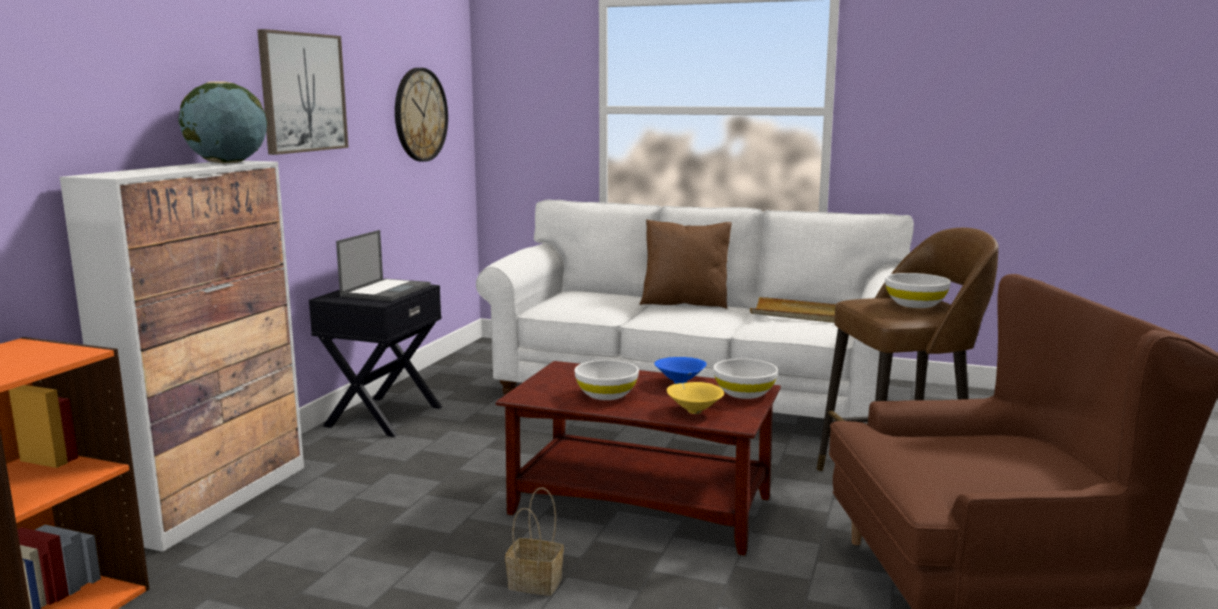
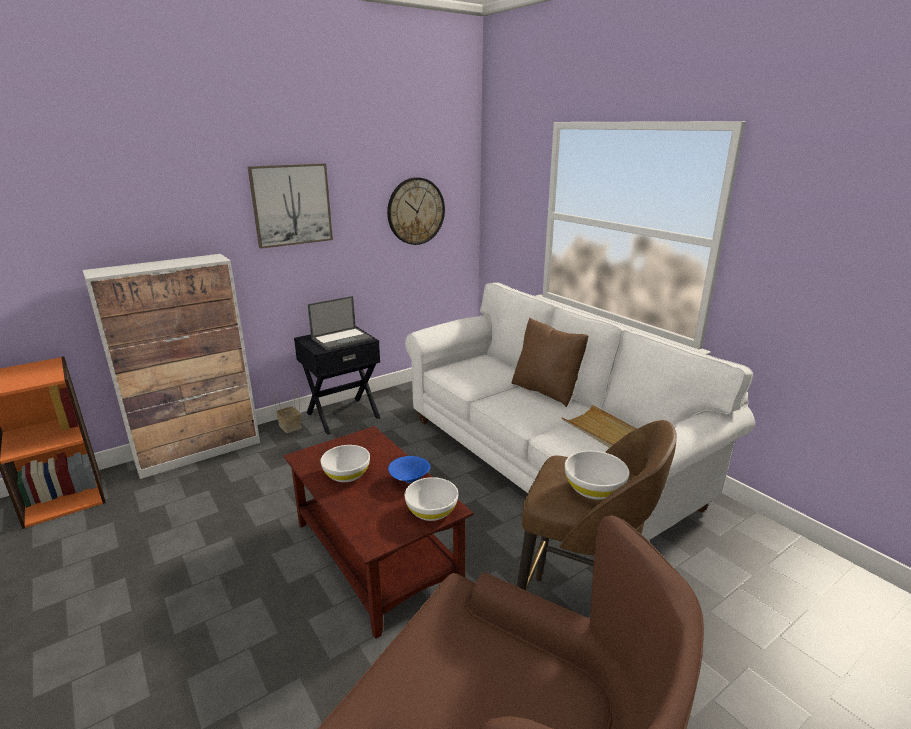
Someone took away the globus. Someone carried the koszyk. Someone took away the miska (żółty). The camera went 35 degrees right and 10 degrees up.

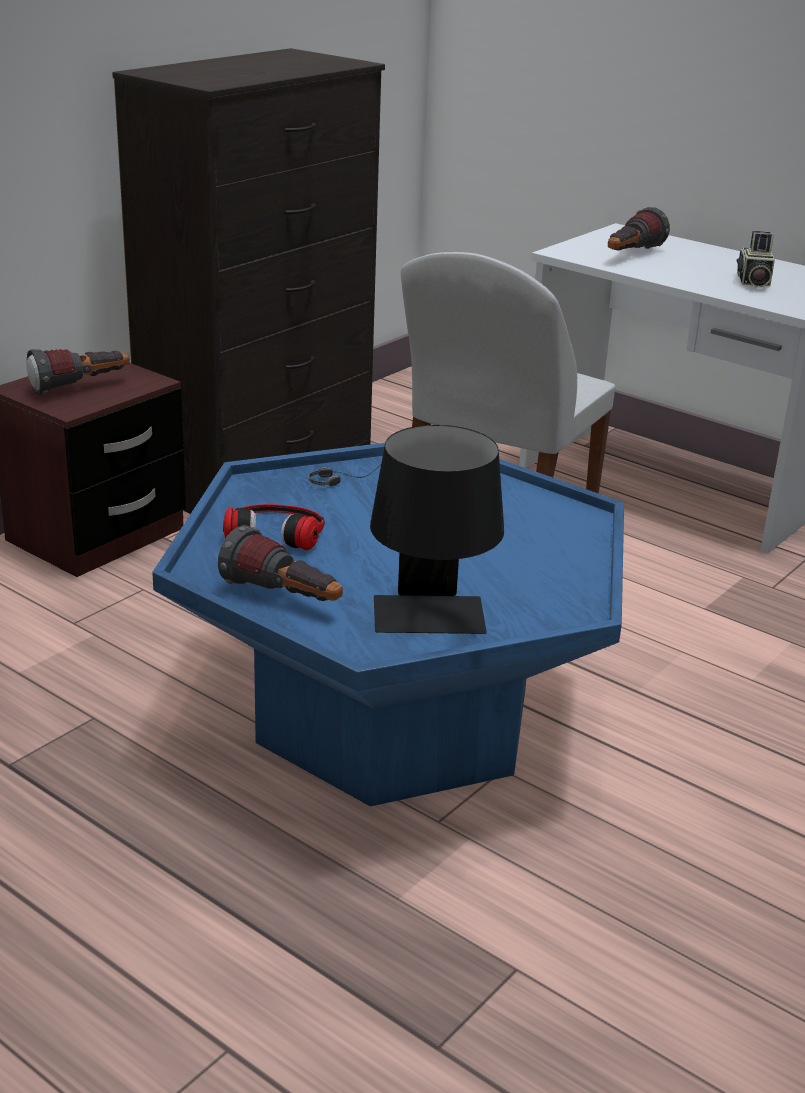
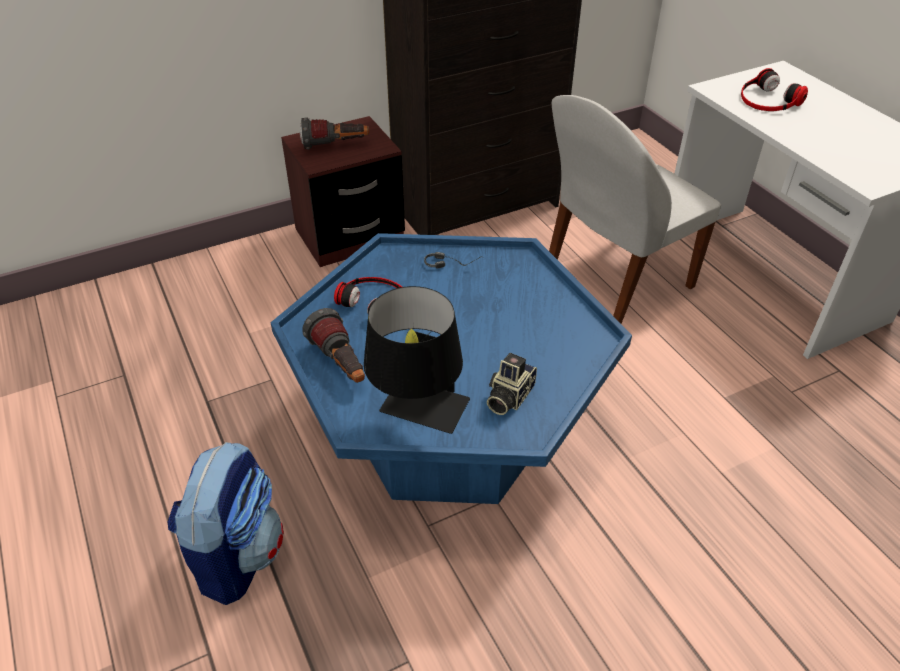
Someone swapped the latarka (no. 3 from left) for the słuchawki (no. 3 from left). Someone carried the aparat fotograficzny. Someone put down the plecak. The camera went 25 degrees right and 15 degrees up.

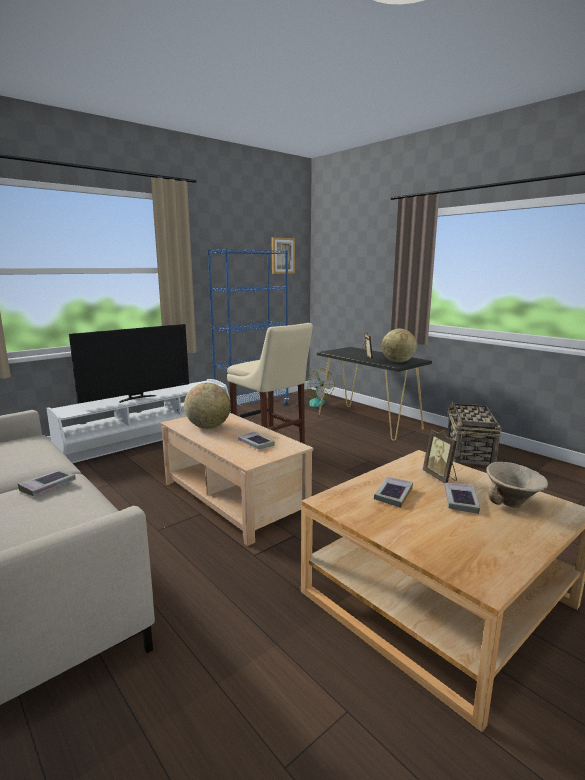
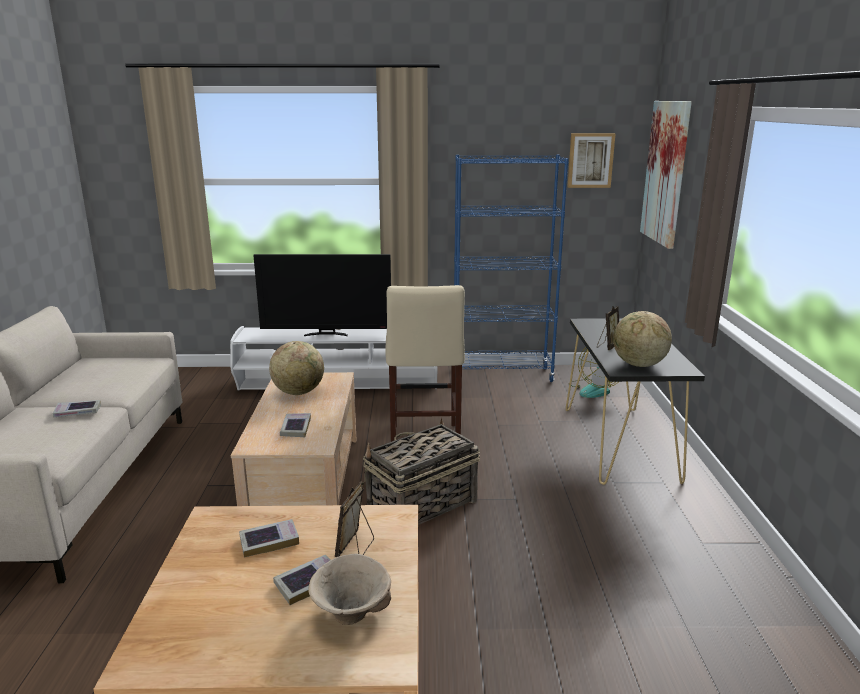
Someone carried the koszyk. Someone put up the obraz (no. 2 from left). The camera went 40 degrees right and 5 degrees up.

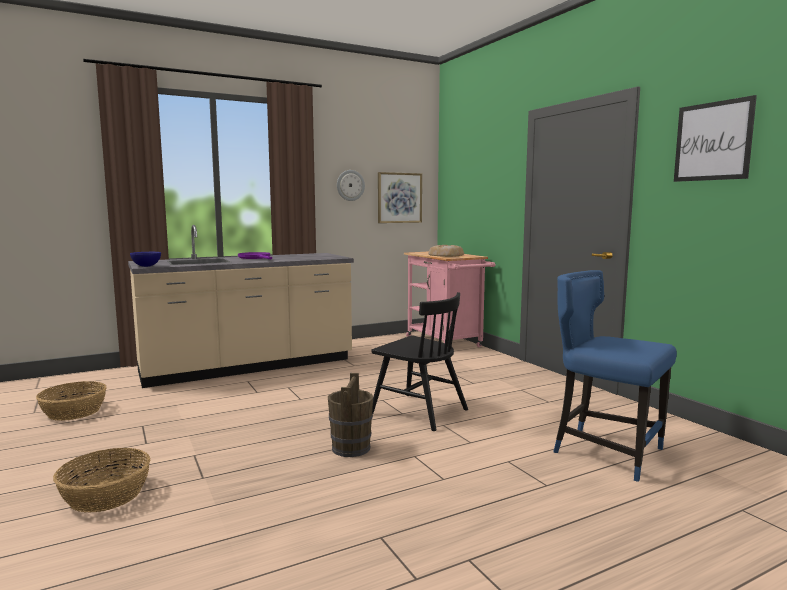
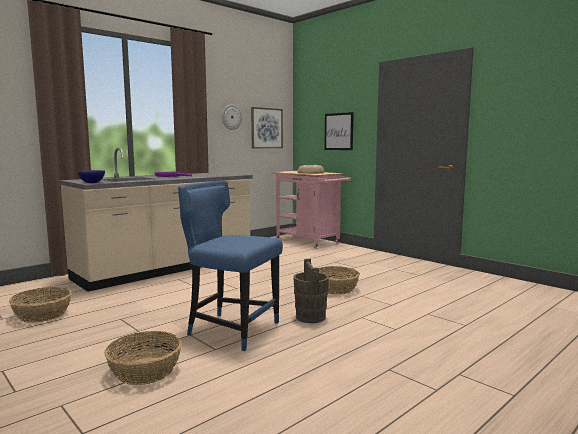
Someone swapped the krzesło (czarny) for the koszyk (no. 3 from left). Someone carried the krzesło (niebieski). Someone carried the obraz (no. 2 from left). The camera went 15 degrees left and 0 degrees up.

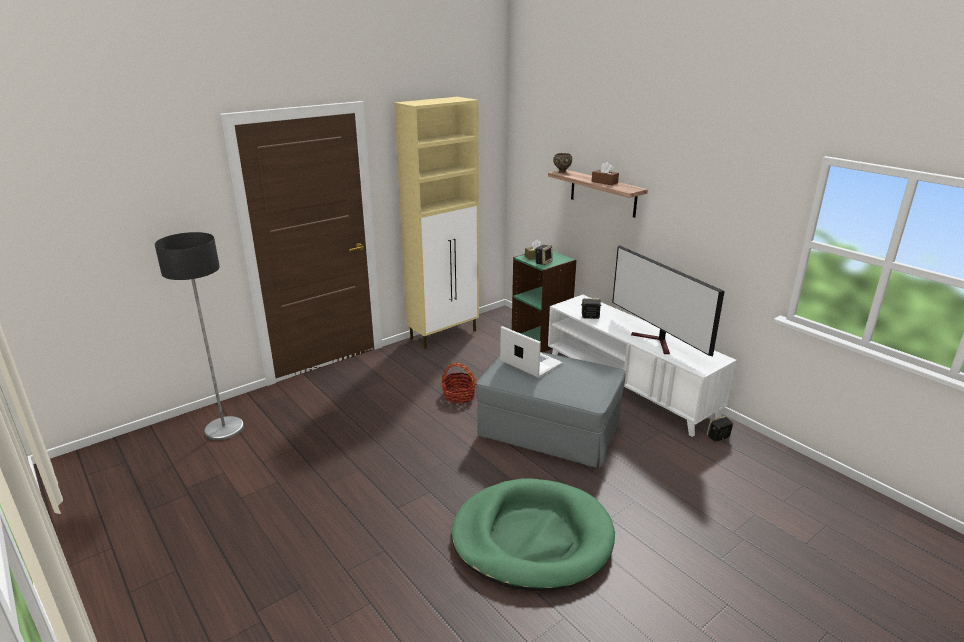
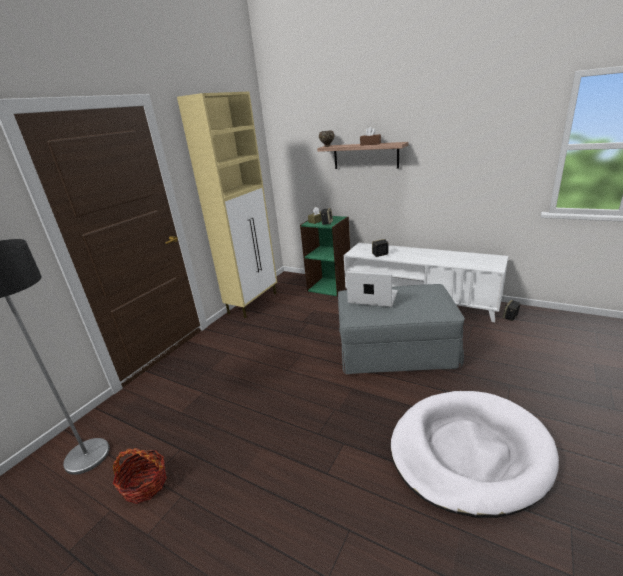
Someone carried the koszyk. Someone repainted the legowisko (zielony), which became the legowisko (biały). Someone took away the telewizor. The camera went 20 degrees left and 0 degrees up.

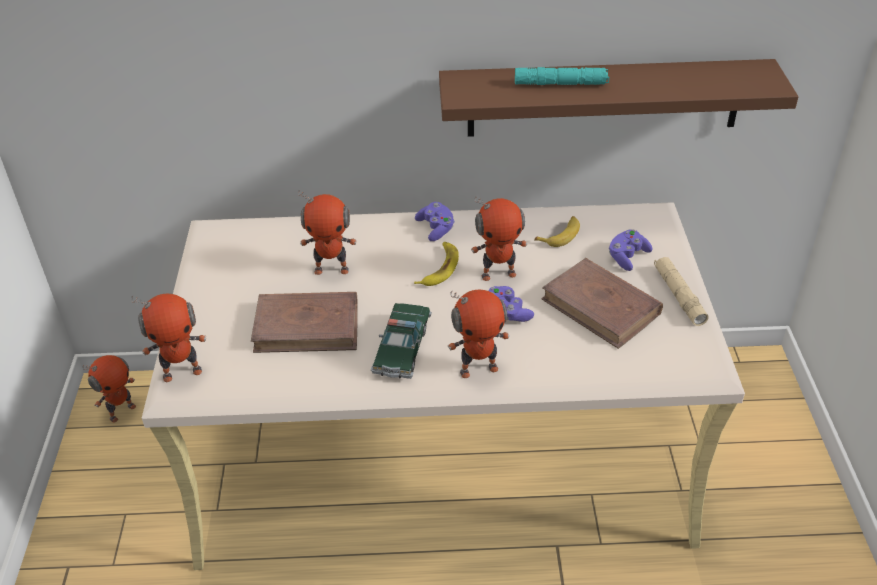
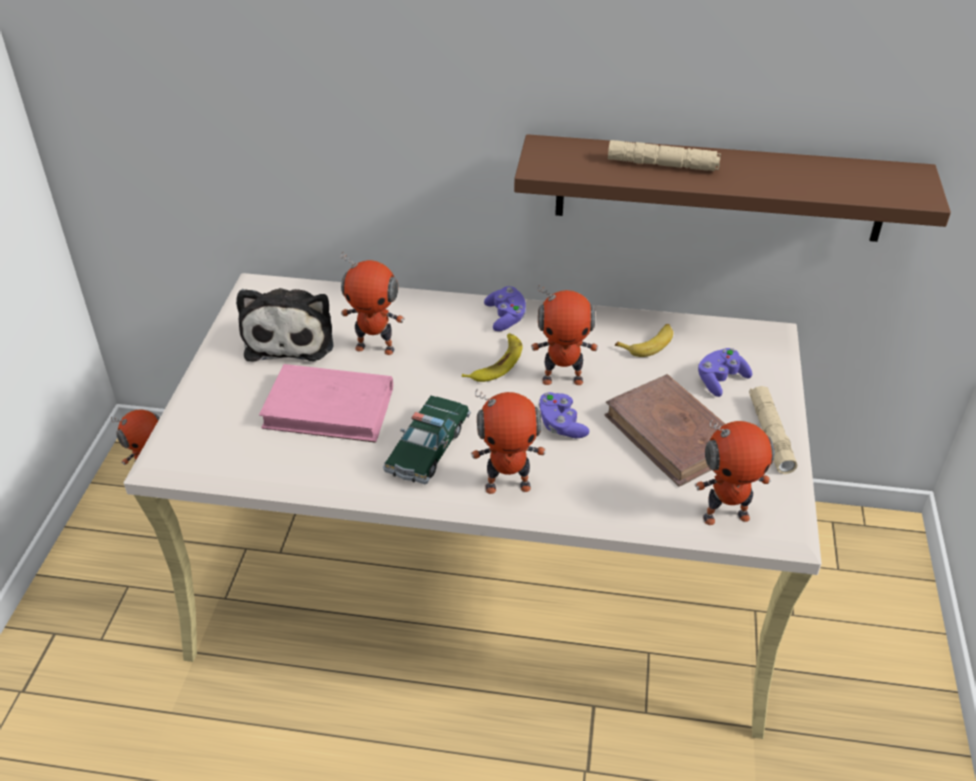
Someone carried the robot zabawkowy (no. 2 from left in the first image). Someone repainted the książka (brązowy) (no. 1 from left), which became the książka (różowy). Someone repainted the latarka (turkusowy), which became the latarka (beżowy) (no. 1 from left). Someone put down the pluszak. The camera went 10 degrees right and 0 degrees up.

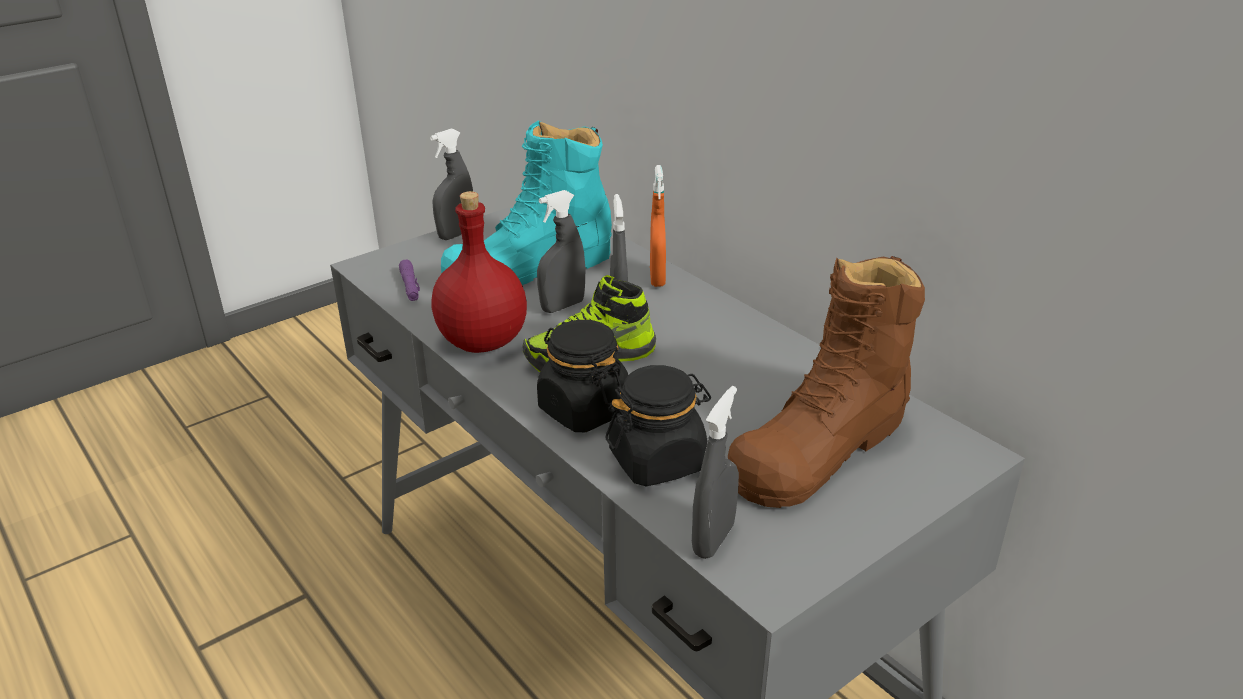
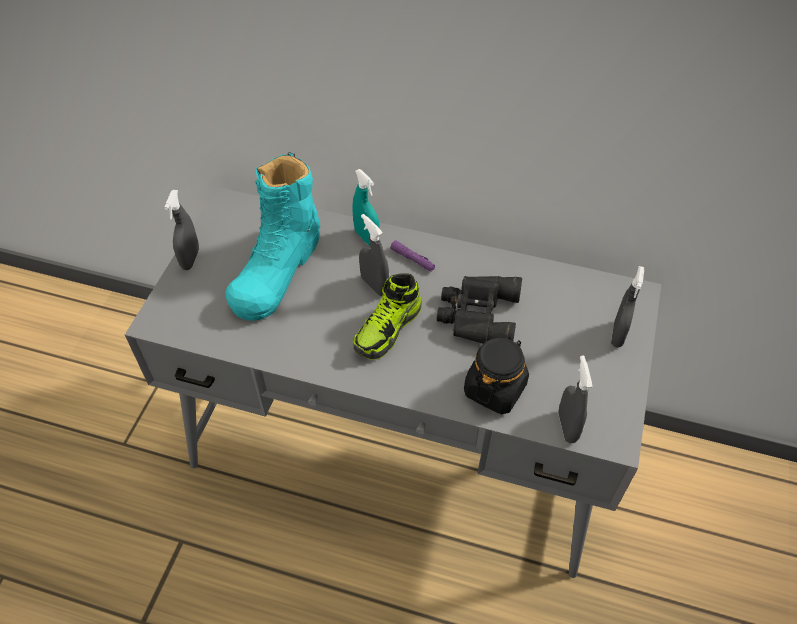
Someone carried the latarka (fioletowy). Someone took away the butelka (czerwony). Someone carried the spryskiwacz (szary) (no. 2 from left in the first image). Someone took away the słoik (czarny) (no. 1 from left). Someone repainted the spryskiwacz (pomarańczowy), which became the spryskiwacz (turkusowy). Someone took away the but z cholewką (brązowy). Someone put down the lornetka (czarny). The camera went 35 degrees left and 20 degrees up.

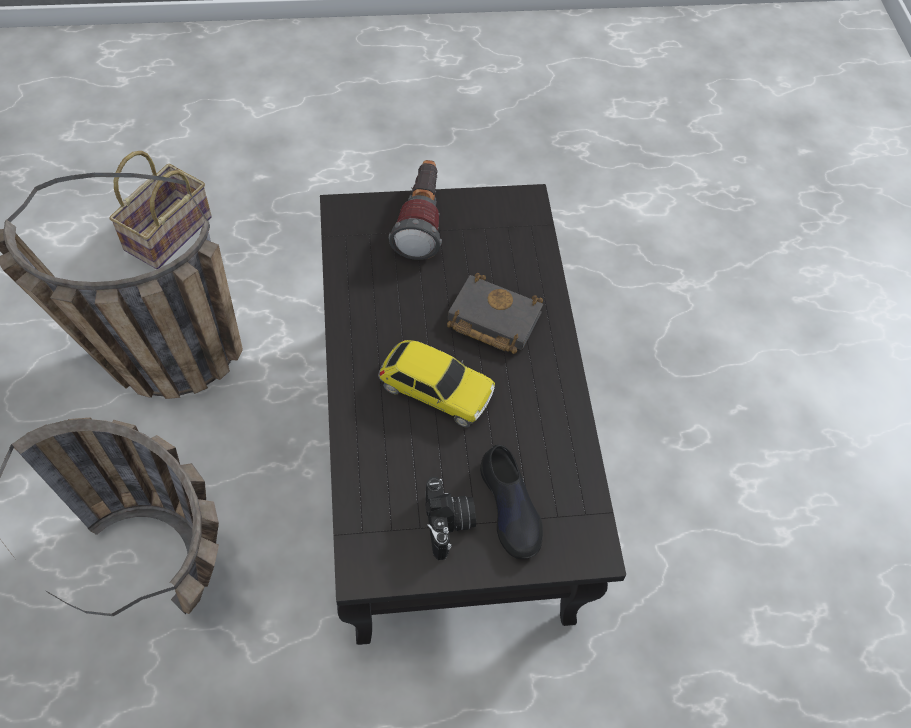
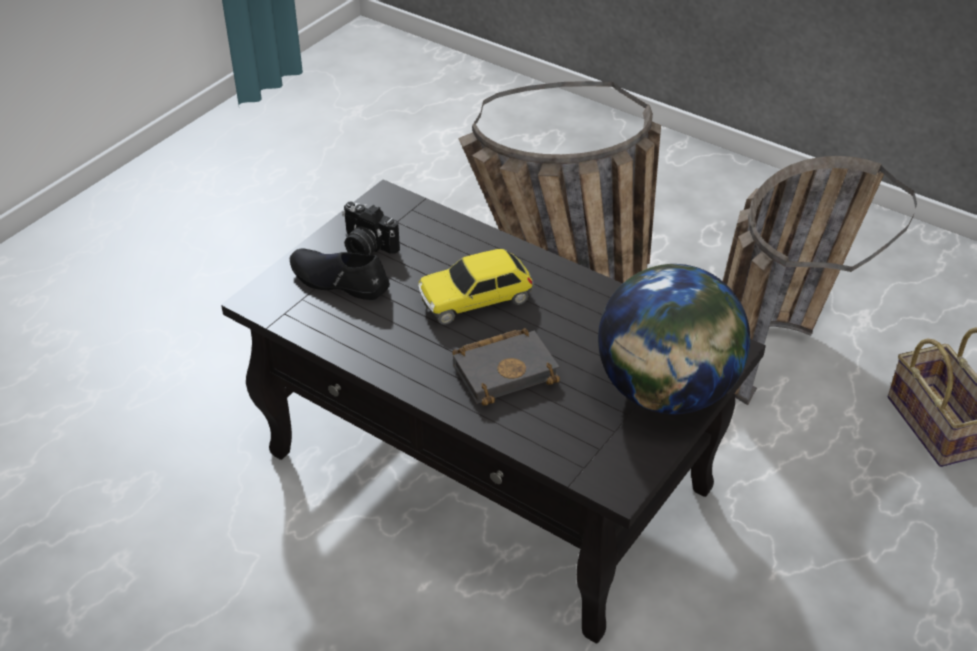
Someone swapped the latarka for the globus. The camera went 135 degrees right and 15 degrees down.

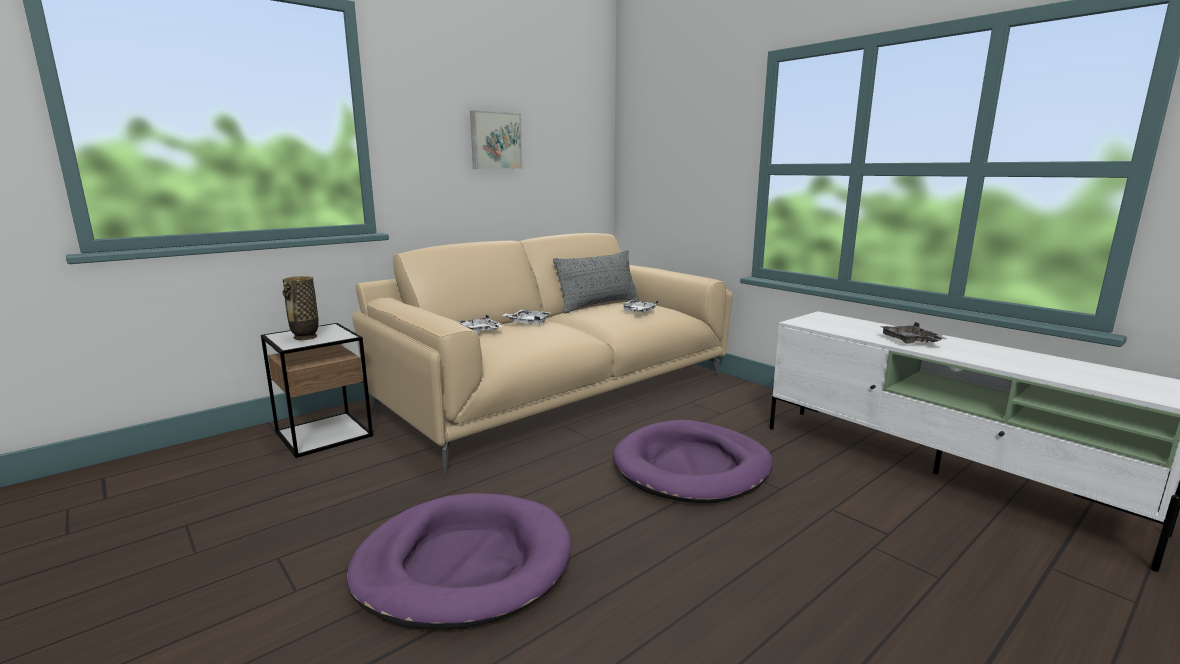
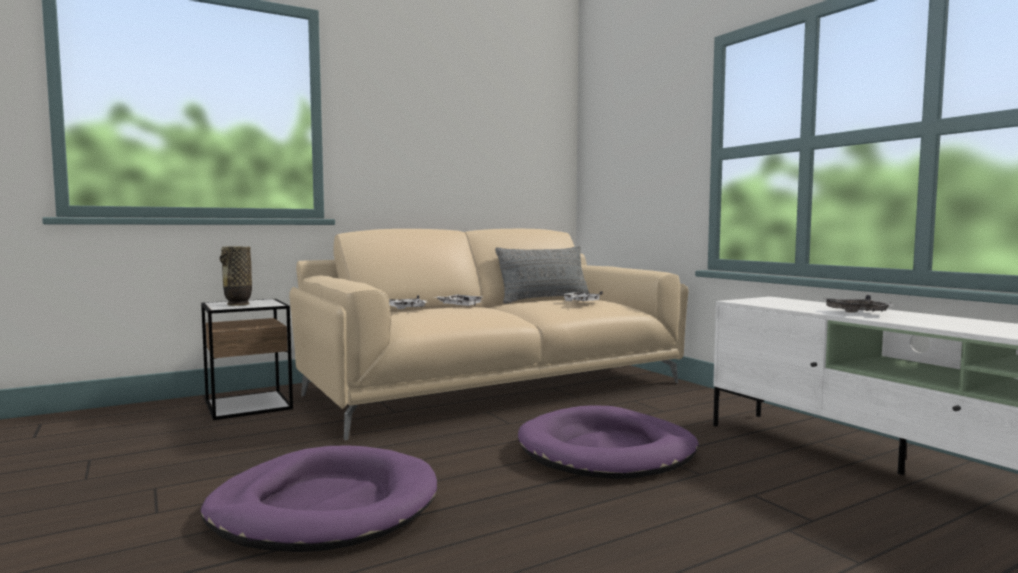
Someone took away the obraz. The camera went 10 degrees right and 10 degrees down.

